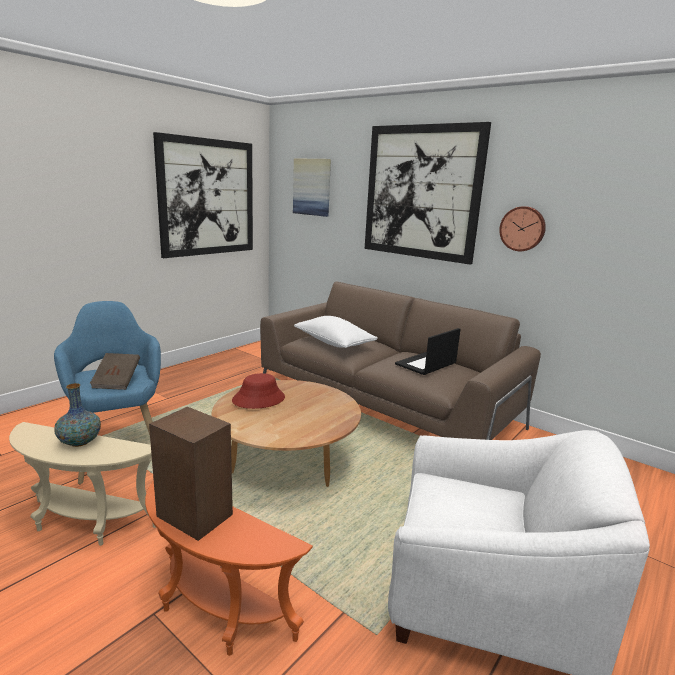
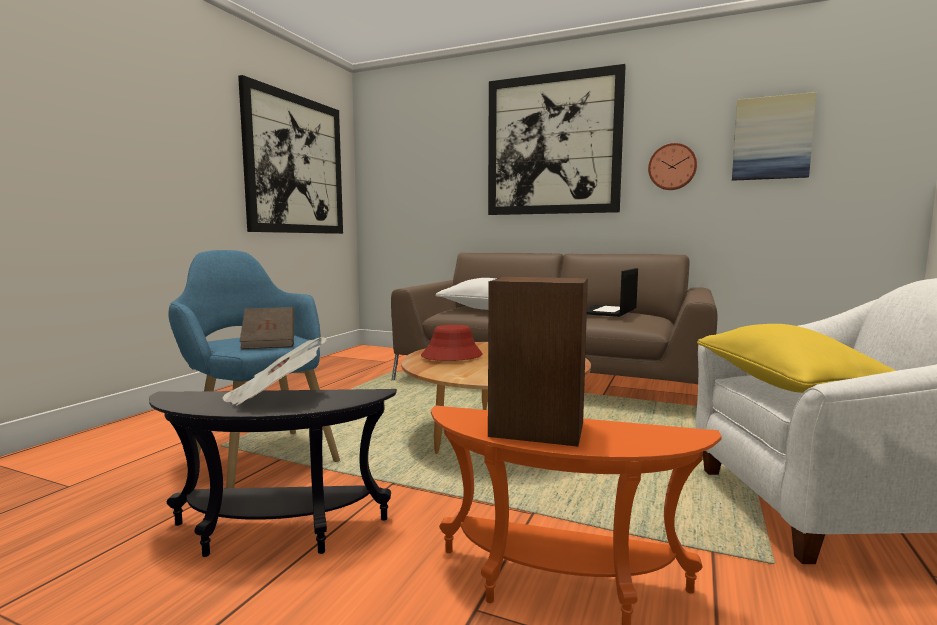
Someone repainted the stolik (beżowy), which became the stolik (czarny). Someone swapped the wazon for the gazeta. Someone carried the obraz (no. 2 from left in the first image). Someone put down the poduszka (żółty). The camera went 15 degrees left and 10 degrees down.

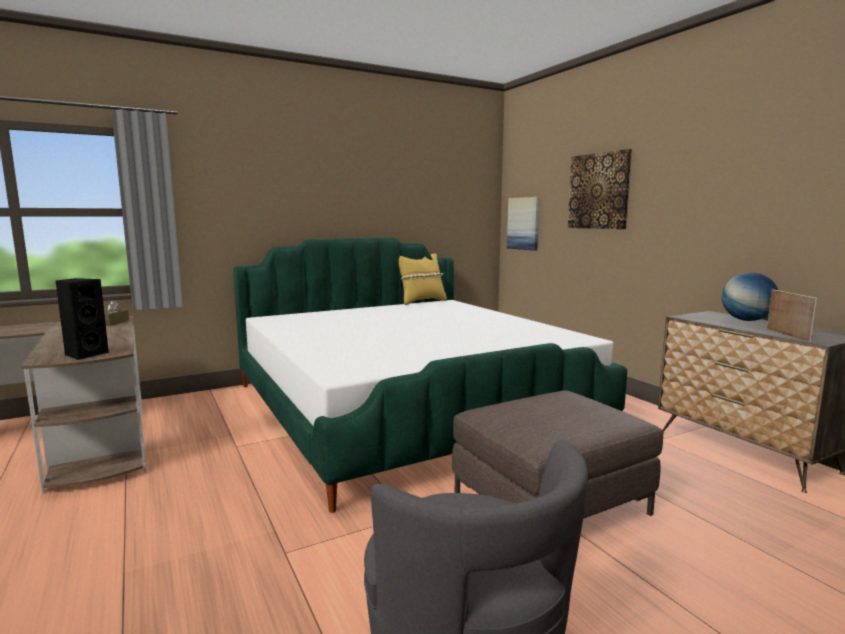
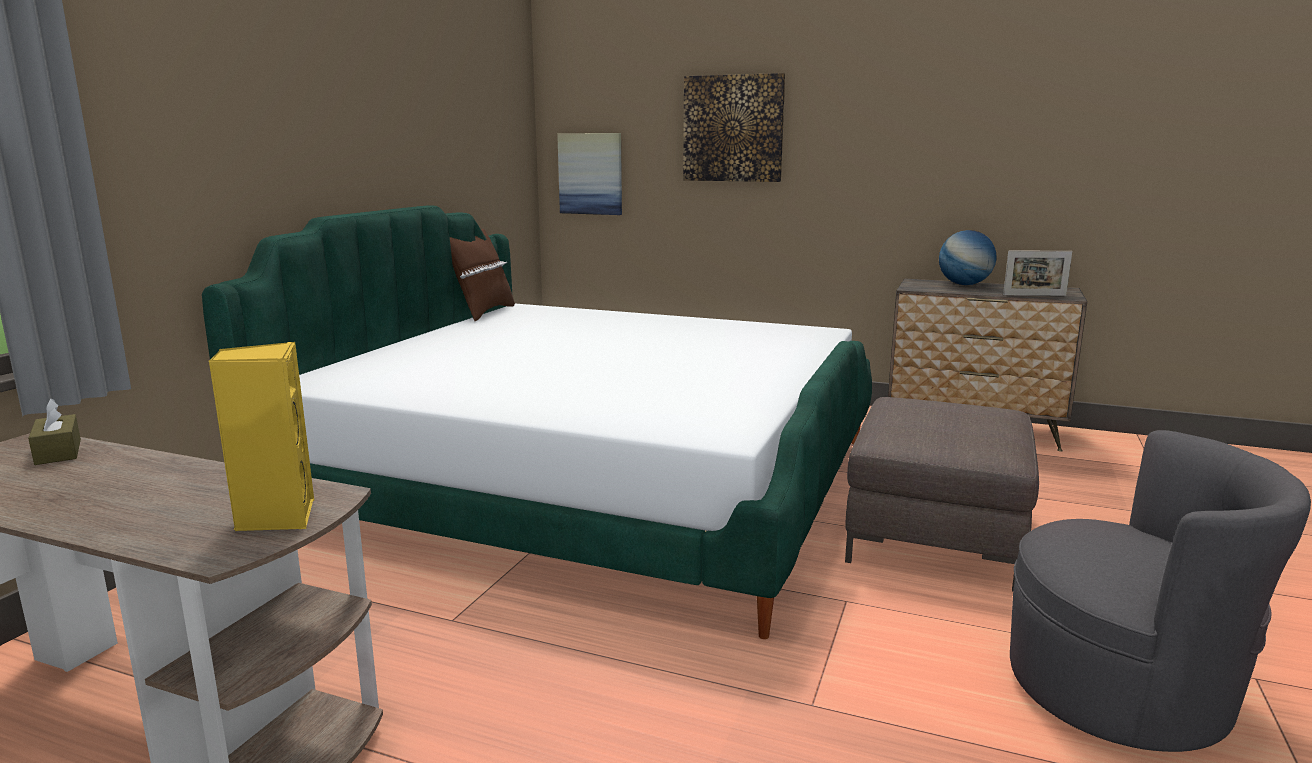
Someone repainted the głośnik (czarny), which became the głośnik (żółty). Someone repainted the poduszka (żółty), which became the poduszka (brązowy). Someone rotated the ramka na zdjęcie by 135 degrees clockwise. The camera went 40 degrees left and 5 degrees up.

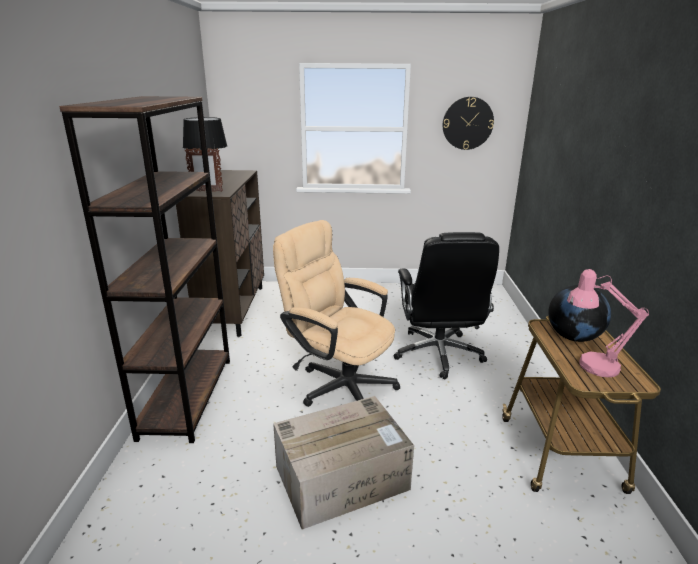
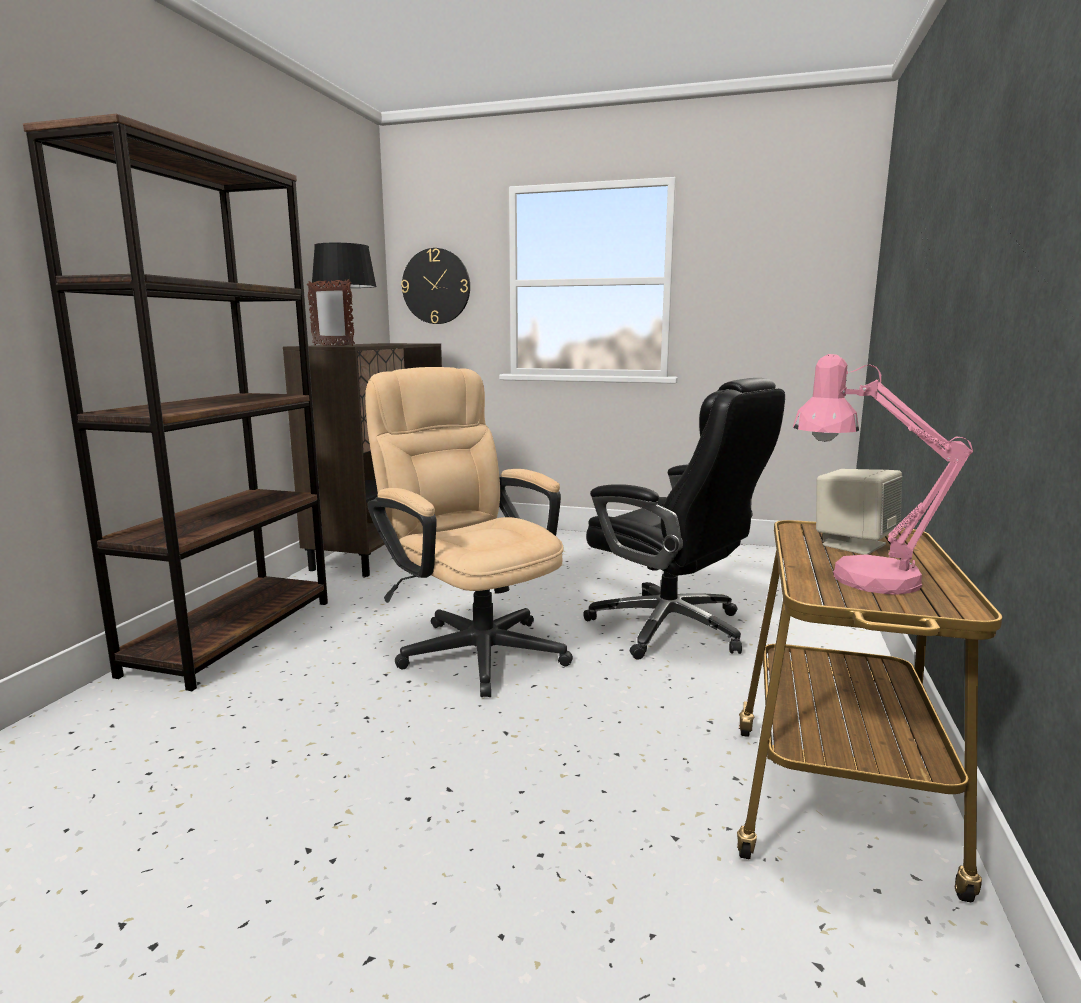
Someone took away the karton. Someone rotated the krzesło biurowe (czarny) by 60 degrees counterclockwise. Someone carried the zegar ścienny. Someone swapped the globus for the głośnik (beżowy). The camera went 15 degrees right and 10 degrees down.

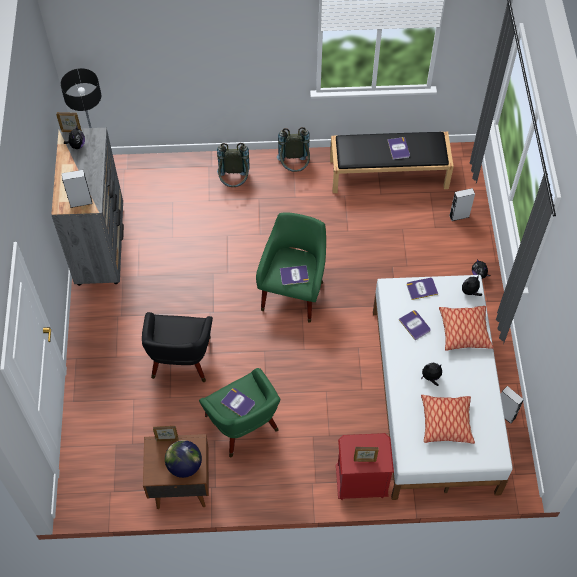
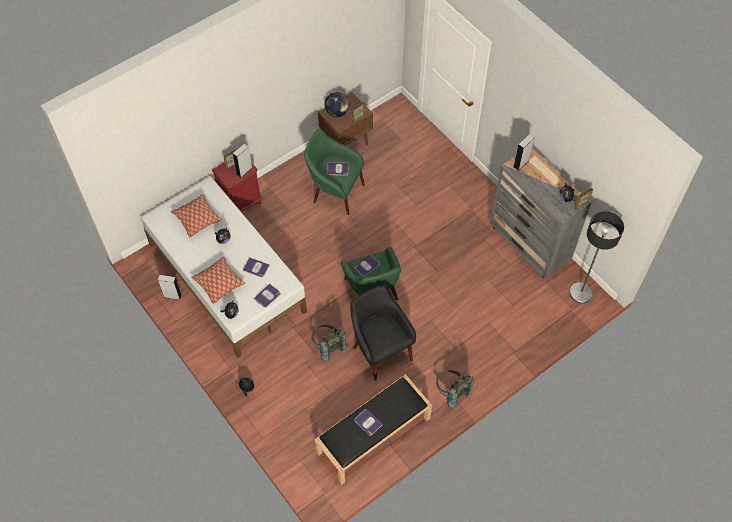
Someone carried the fotel (czarny). Someone carried the plecak (szary) (no. 1 from left). Someone carried the głośnik (szary) (no. 2 from left). The camera went 145 degrees right and 0 degrees up.

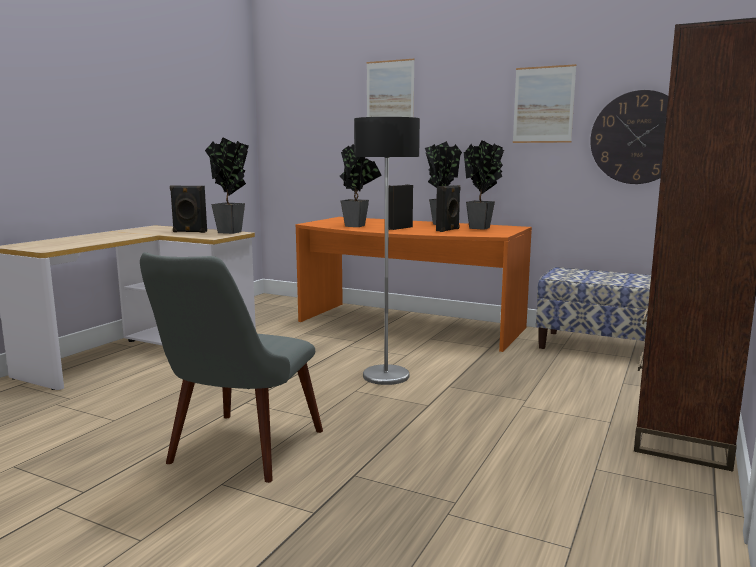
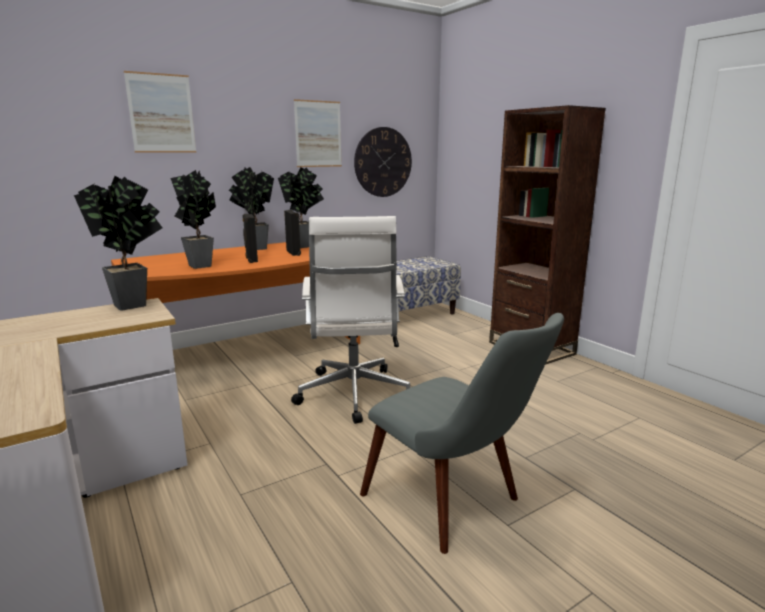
Someone took away the głośnik (czarny) (no. 1 from left). Someone swapped the lampa stojąca for the krzesło biurowe (biały). The camera went 60 degrees left and 5 degrees up.

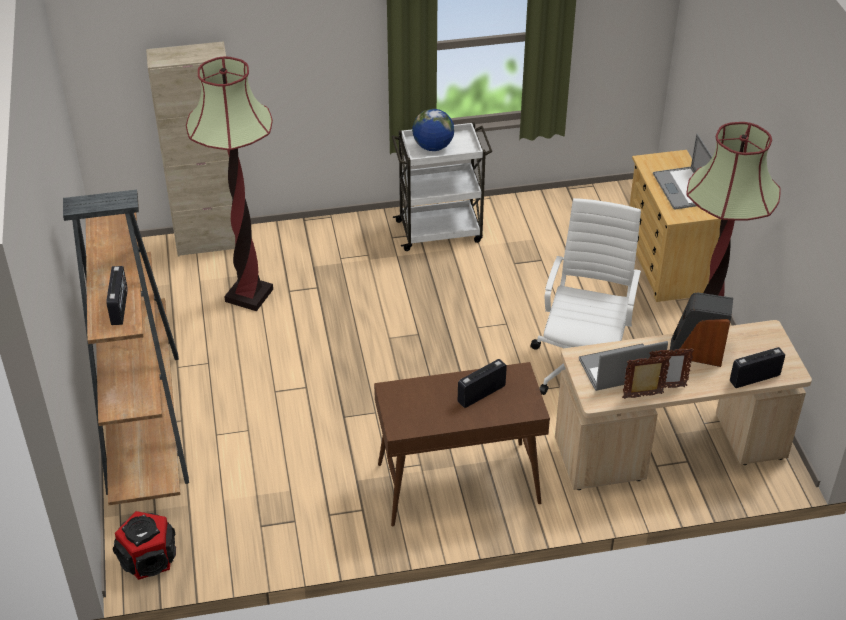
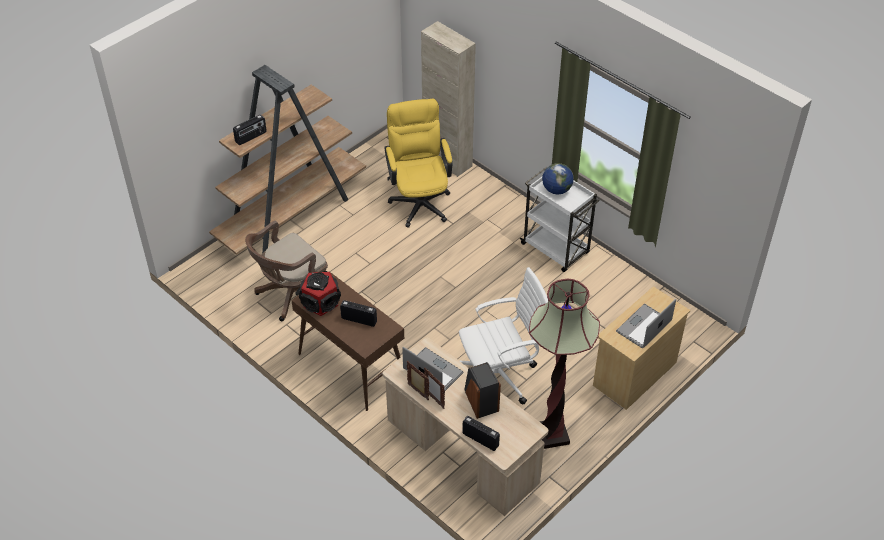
Someone carried the głośnik (no. 1 from left). Someone swapped the lampa stojąca (no. 1 from left) for the krzesło biurowe (żółty). Someone put down the krzesło biurowe (brązowy). The camera went 55 degrees right and 5 degrees up.

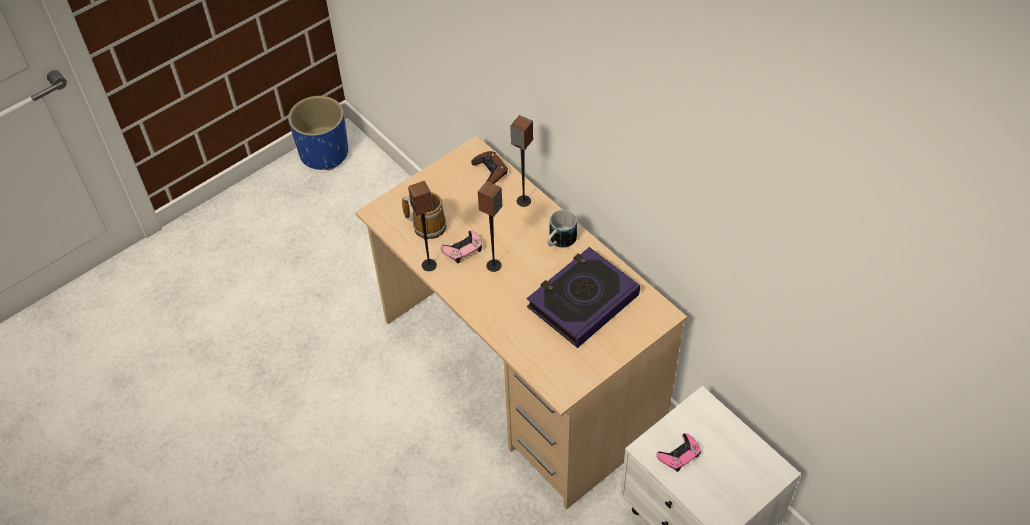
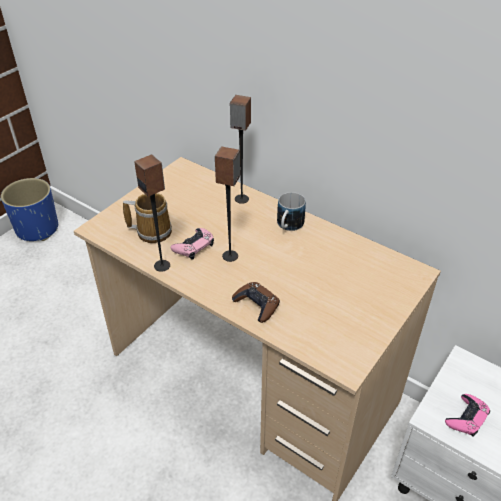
Someone carried the pad do gier (brązowy). Someone took away the książka. The camera went 15 degrees left and 10 degrees down.

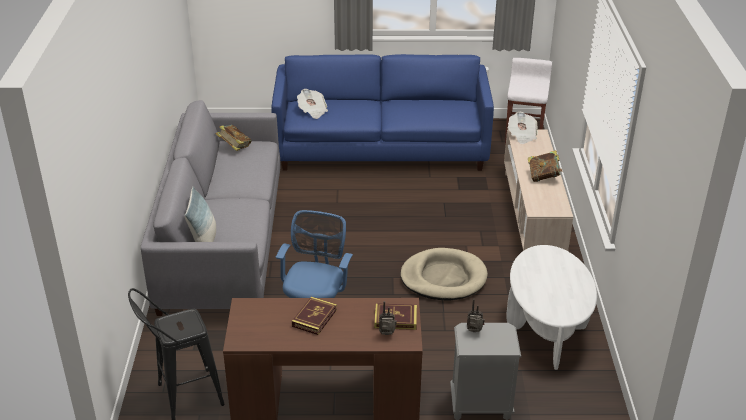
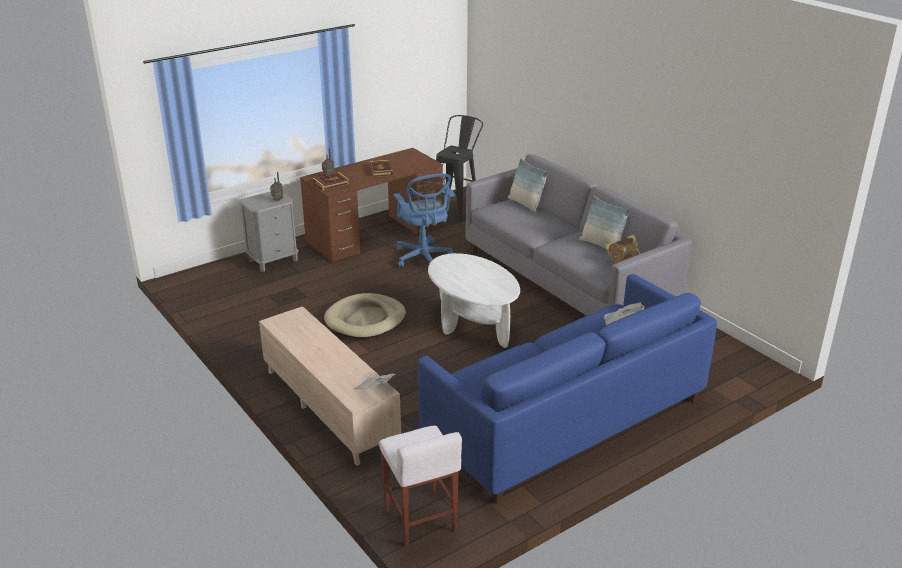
Someone carried the ława (biały). Someone took away the książka (no. 4 from left). Someone put down the poduszka (no. 2 from left). The camera went 145 degrees right and 5 degrees down.

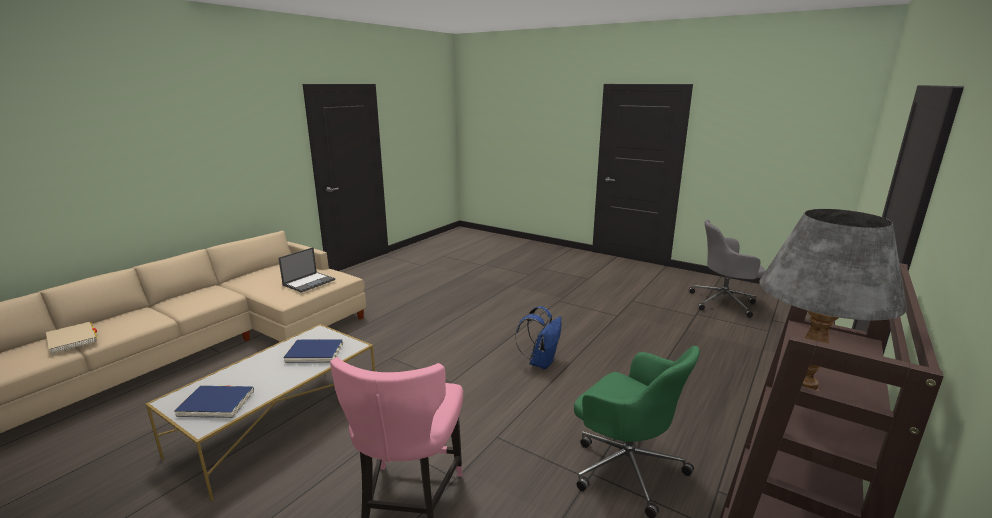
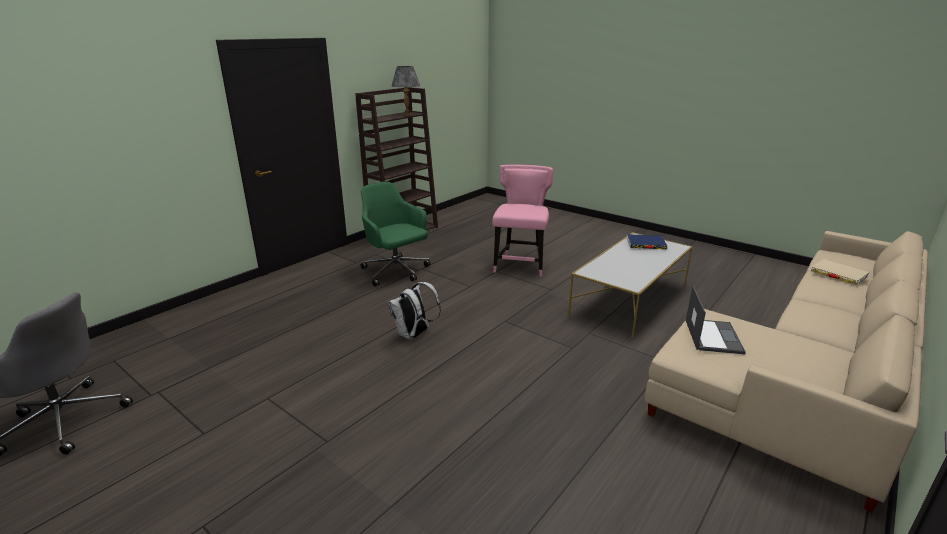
Someone rotated the laptop by 150 degrees clockwise. Someone took away the książka (niebieski) (no. 2 from left). Someone repainted the plecak (niebieski), which became the plecak (biały). The camera went 175 degrees left and 5 degrees up.

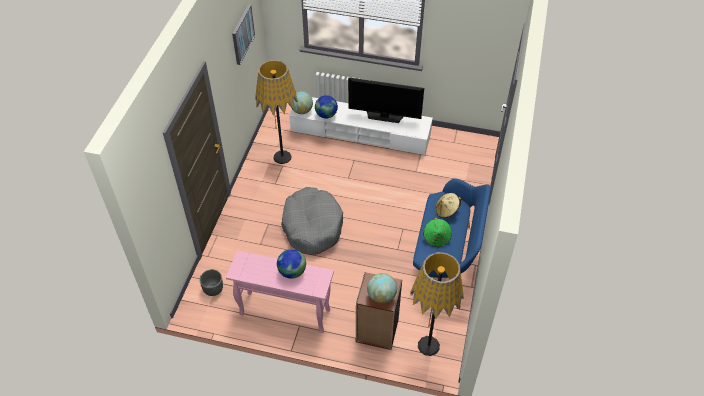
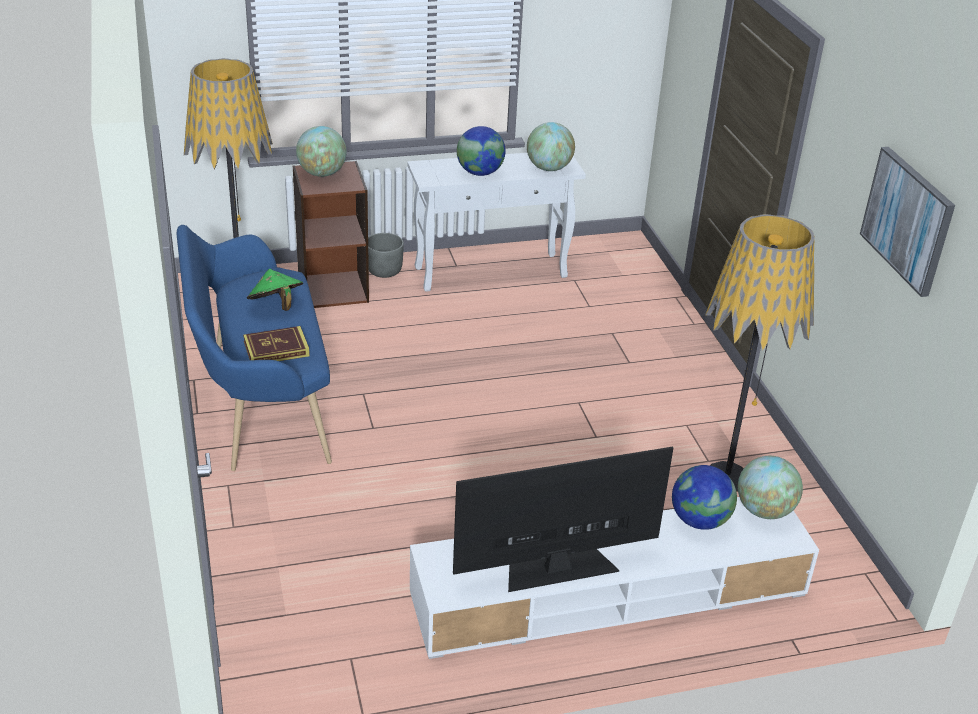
Someone carried the donica (szary). Someone repainted the stolik konsolowy (różowy), which became the stolik konsolowy (biały). Someone took away the legowisko (szary). Someone swapped the kapelusz (beżowy) for the książka. Someone put down the globus (no. 3 from left). The camera went 150 degrees right and 15 degrees down.

